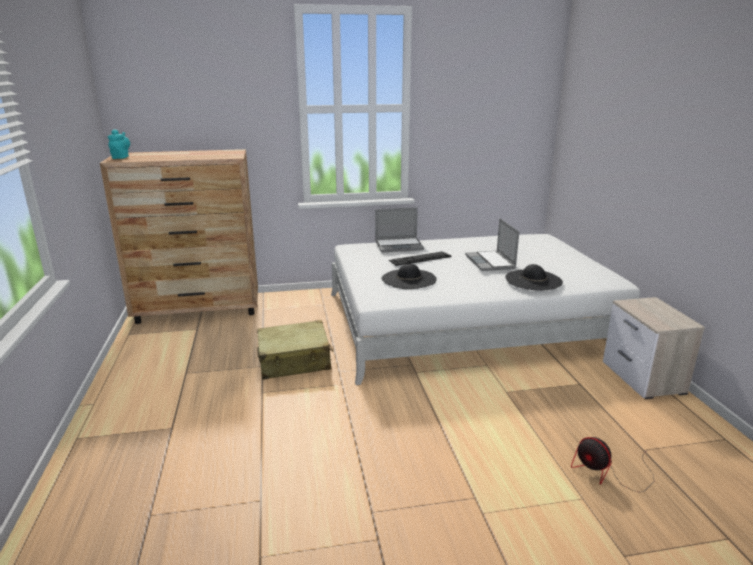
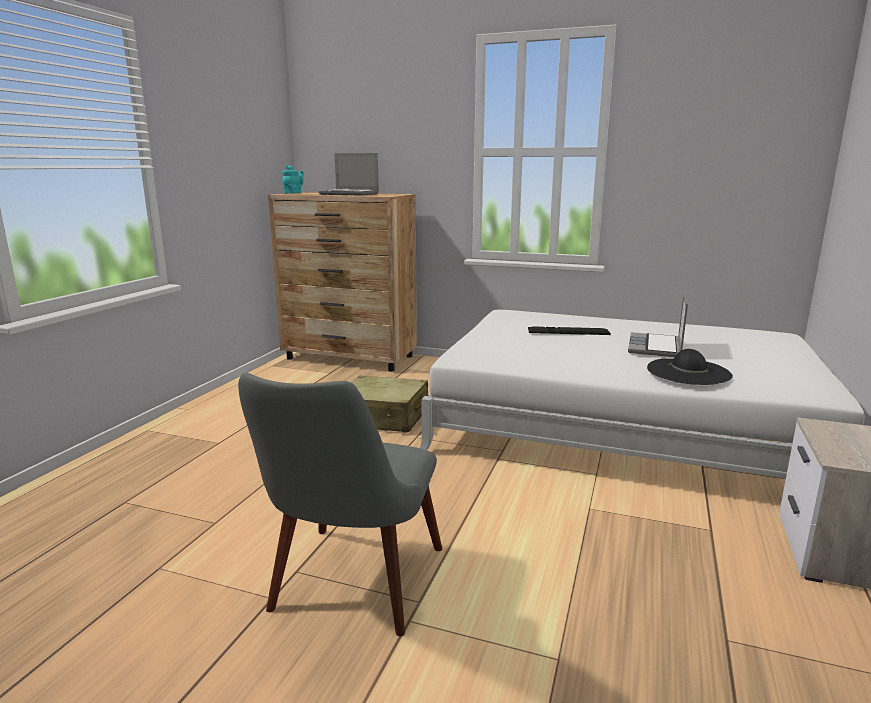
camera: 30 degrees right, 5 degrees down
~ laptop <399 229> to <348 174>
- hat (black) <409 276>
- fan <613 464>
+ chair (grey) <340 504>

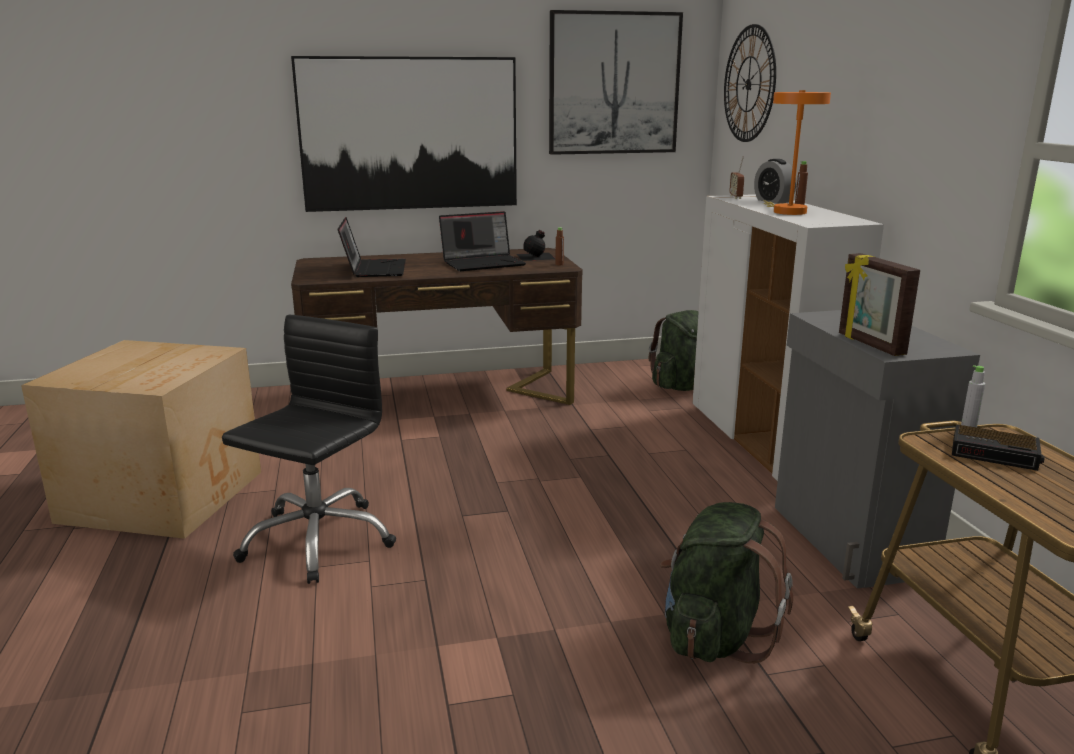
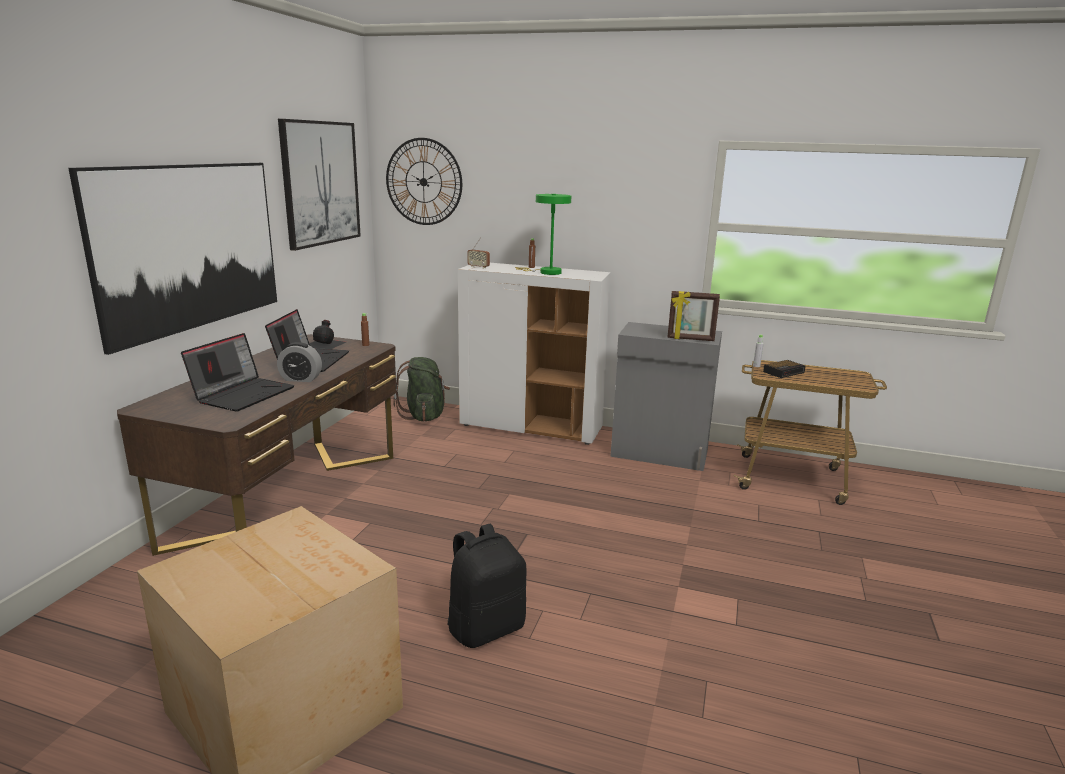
camera: 60 degrees left, 0 degrees up
~ table lamp (orange) <797 152> to table lamp (green) <543 234>
~ alarm clock <775 181> to <299 362>
~ laptop <372 247> = <238 372> 90 degrees clockwise
~ office chair (black) <309 449> to backpack (black) <487 586>
- backpack (green) <726 583>

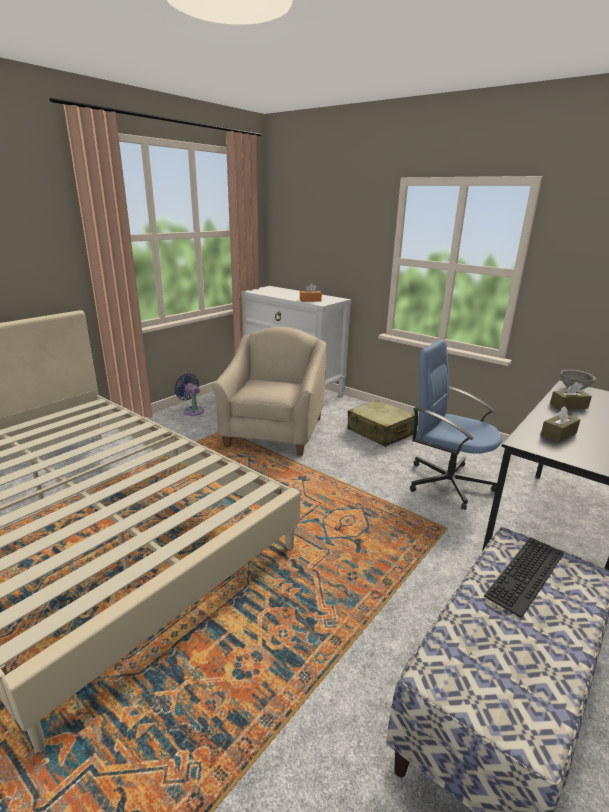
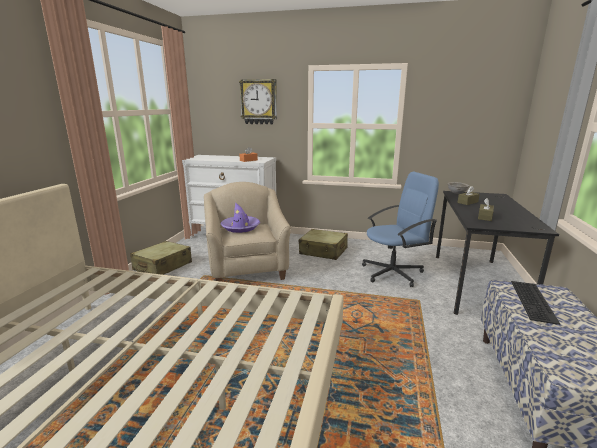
camera: 25 degrees left, 5 degrees down
~ office chair (blue) <456 424> = <400 229> 150 degrees clockwise
~ fan (blue) <189 395> to suitcase (beige) <161 258>
+ wall clock <258 101>
+ hat (purple) <240 217>

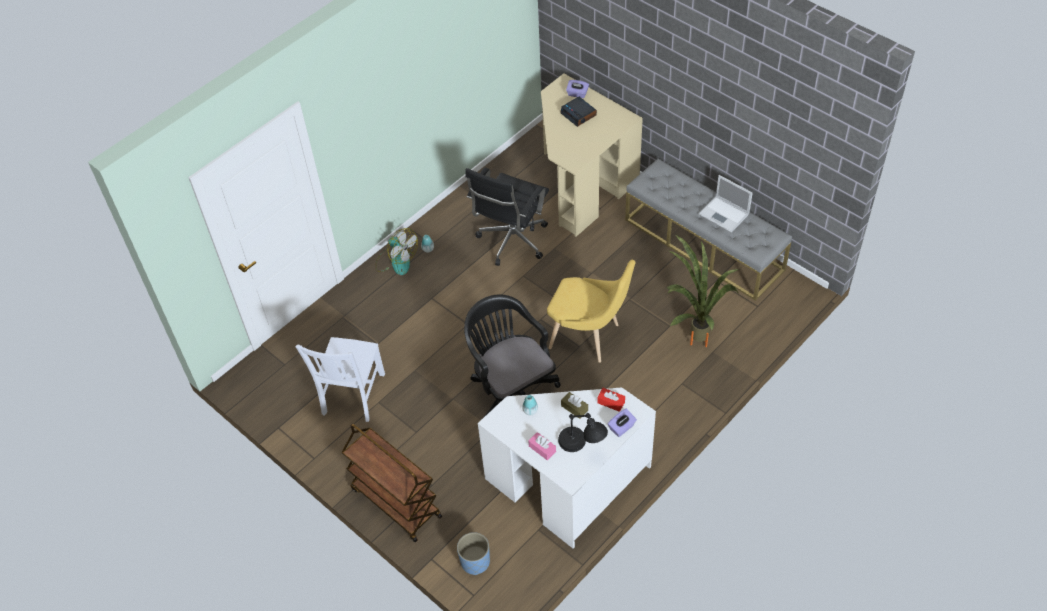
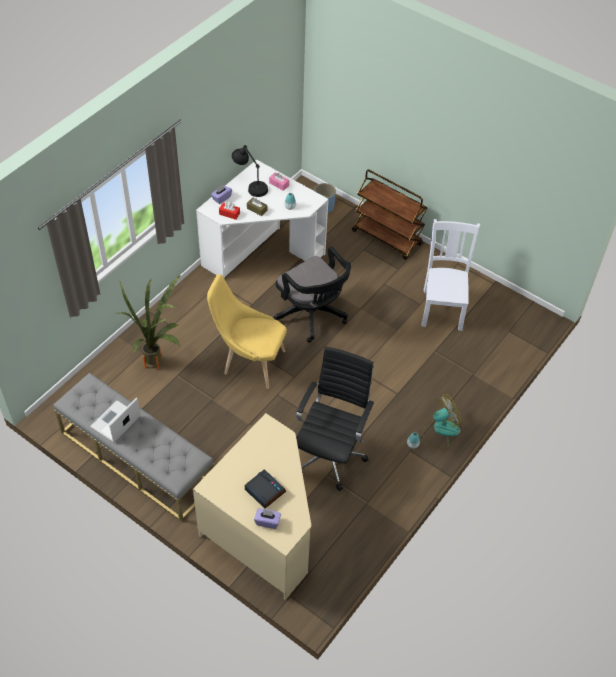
camera: 170 degrees right, 0 degrees up
~ laptop <726 204> = <115 420> 90 degrees counterclockwise
~ fan <396 251> = <442 422> 120 degrees clockwise

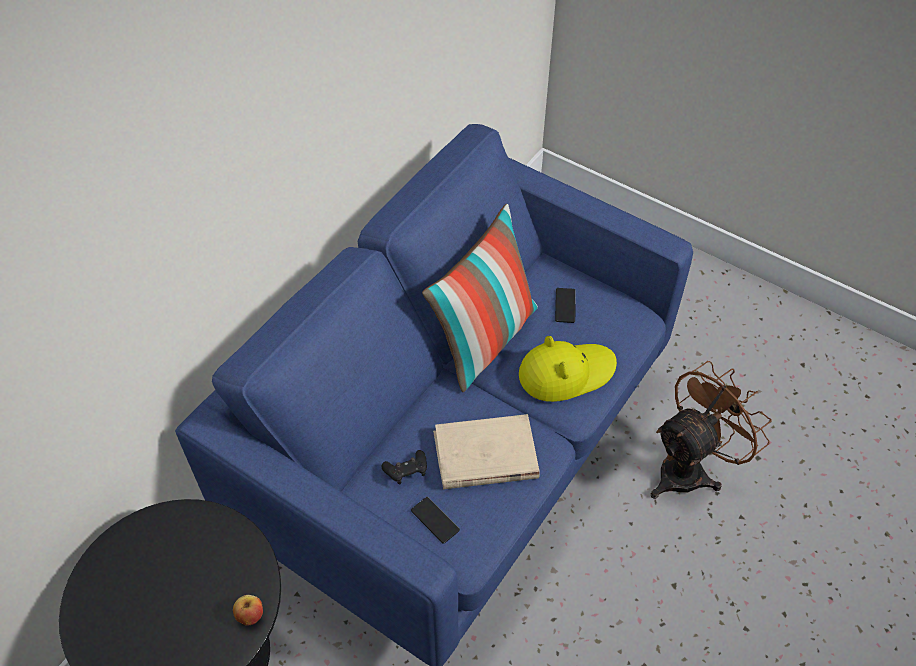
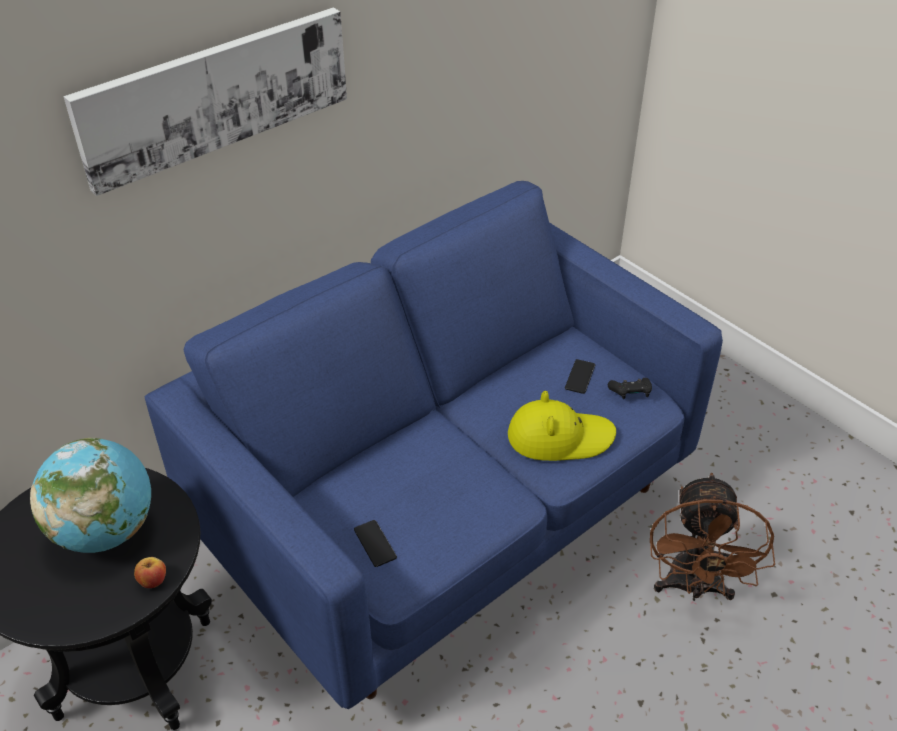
camera: 15 degrees right, 10 degrees down
- pillow <480 298>
~ fan (brown) <711 430> = <712 536> 120 degrees clockwise
- book (beige) <486 451>
~ game controller (black) <404 467> to <630 388>
+ picture <205 102>
+ globe <90 495>

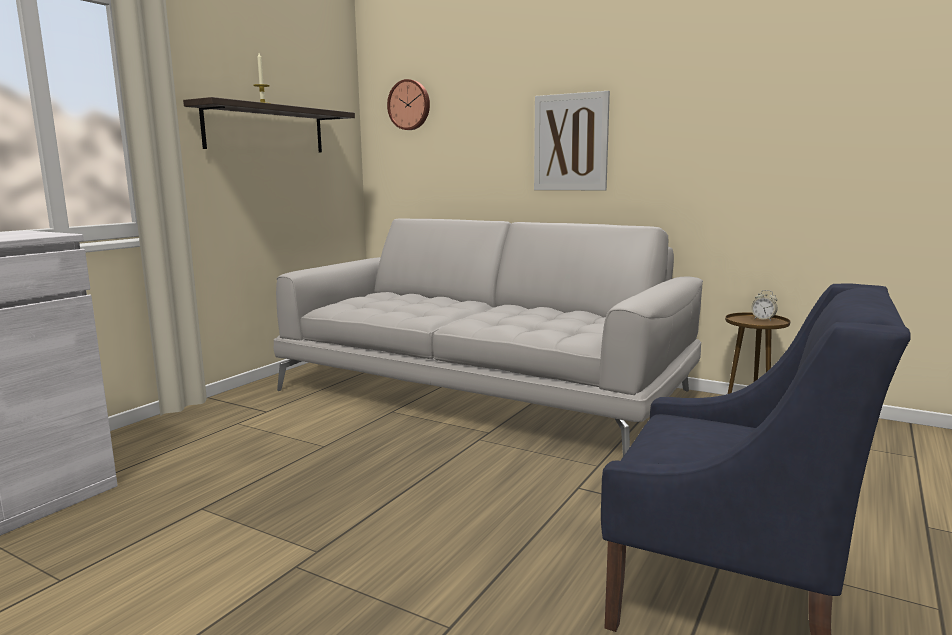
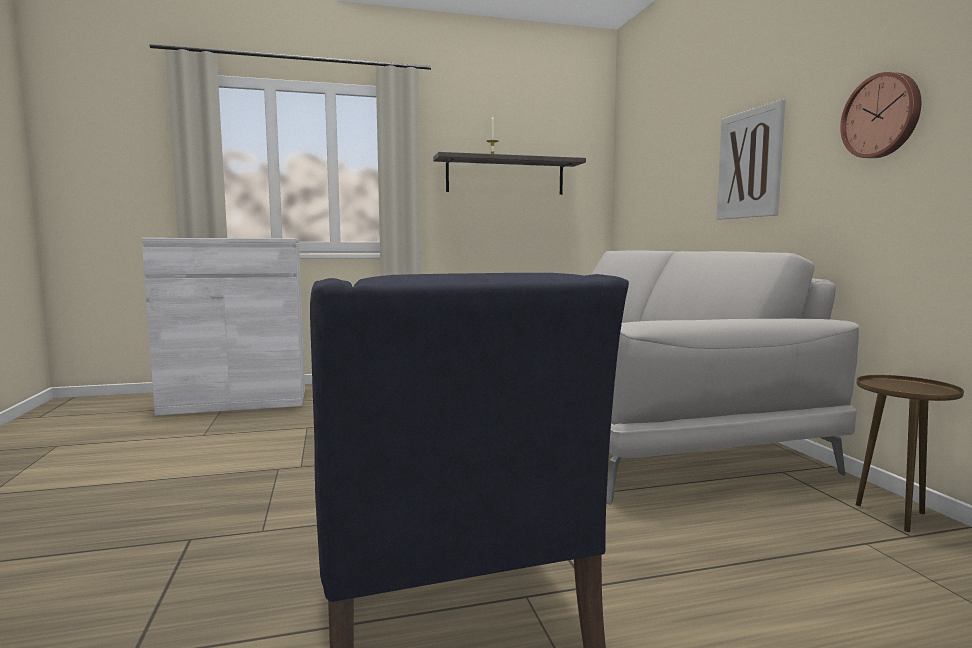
camera: 45 degrees right, 5 degrees down
~ wall clock <408 104> to <880 115>
- alarm clock <764 305>

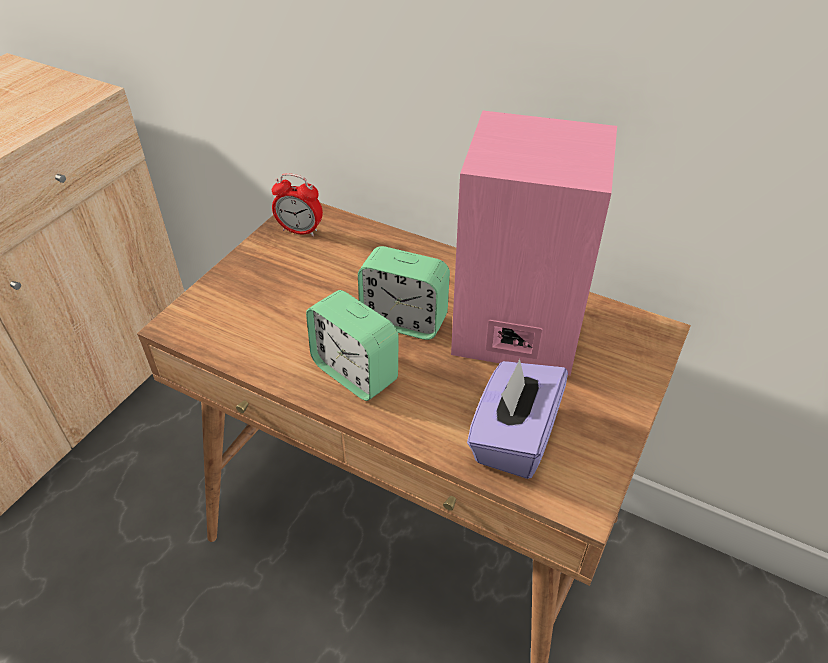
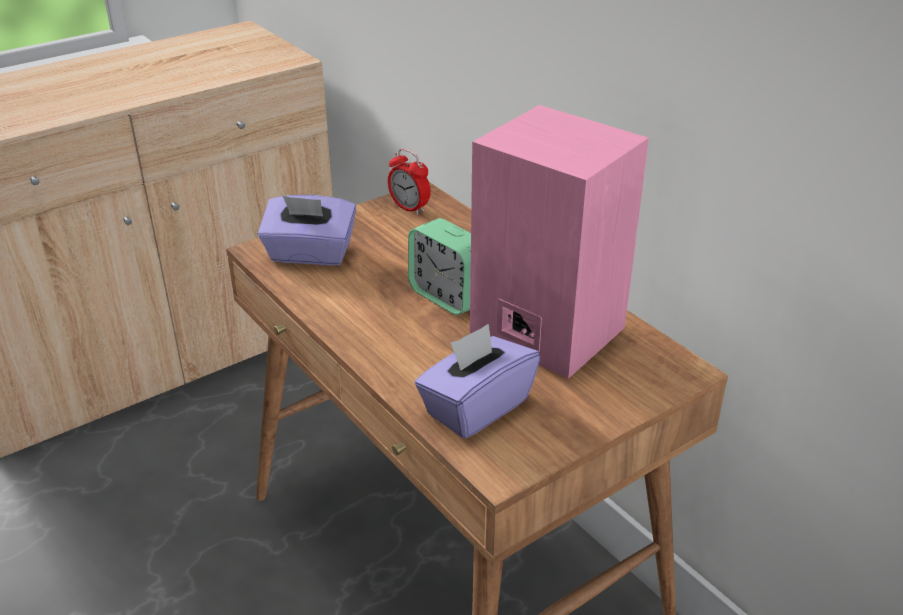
camera: 25 degrees right, 10 degrees down
- alarm clock <352 345>
+ tissue box (purple) <307 230>

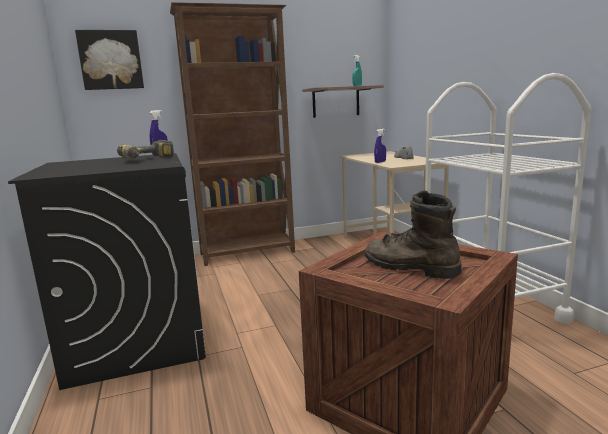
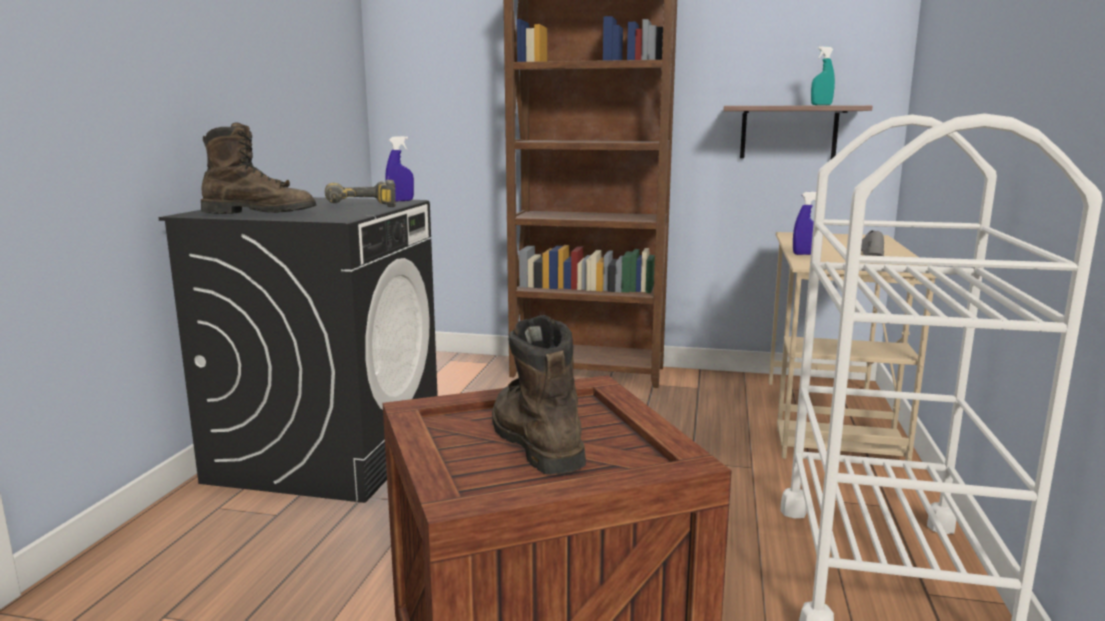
camera: 30 degrees right, 0 degrees up
- picture <109 60>
+ boot (brown) <258 168>

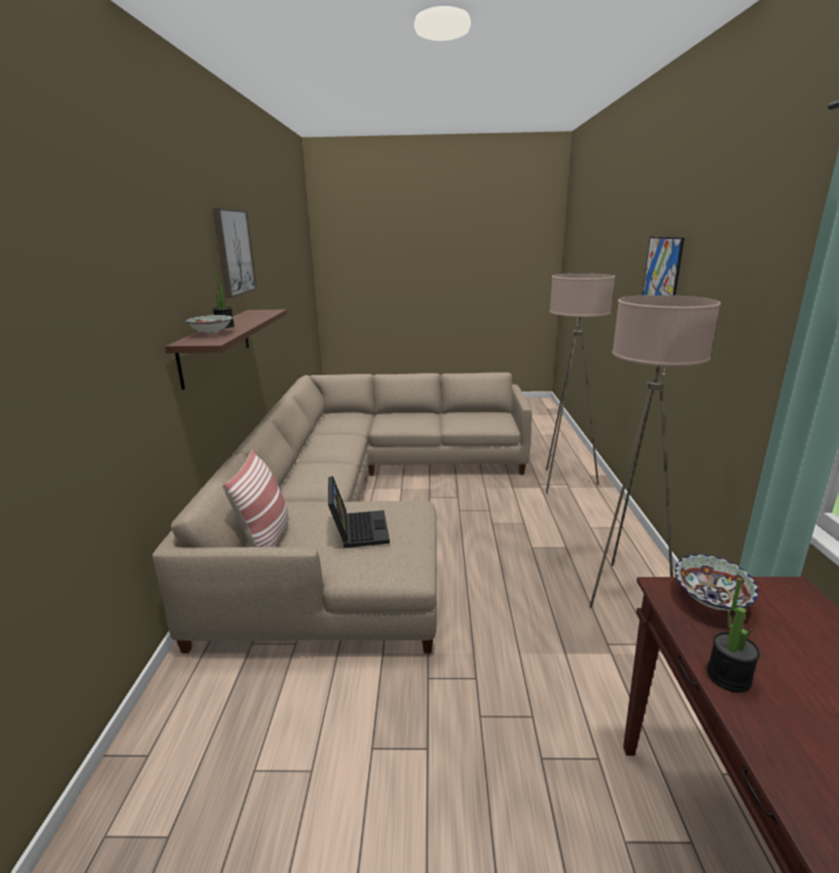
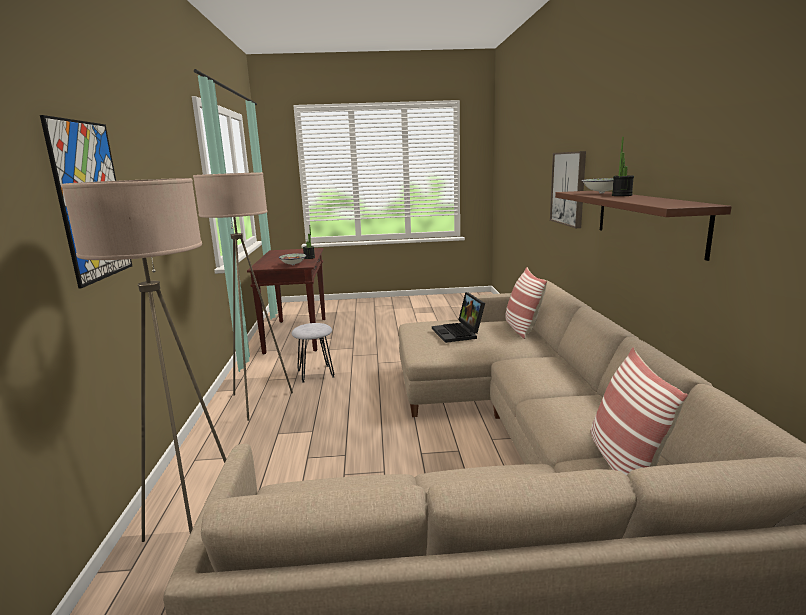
camera: 175 degrees right, 5 degrees down
~ picture <235 253> to <568 189>
+ stool (grey) <313 353>
+ pillow <639 411>

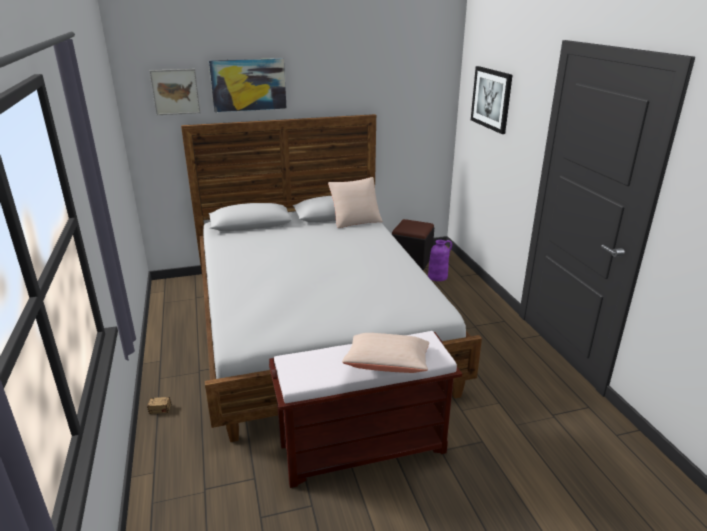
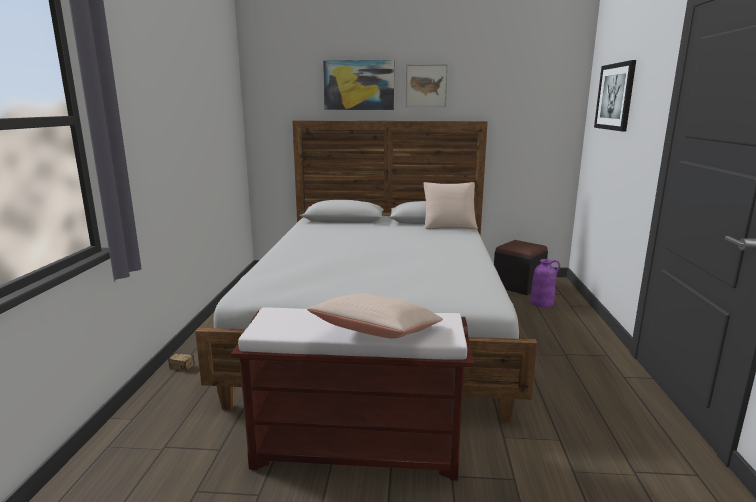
camera: 20 degrees right, 10 degrees down
~ picture <175 92> to <427 85>

